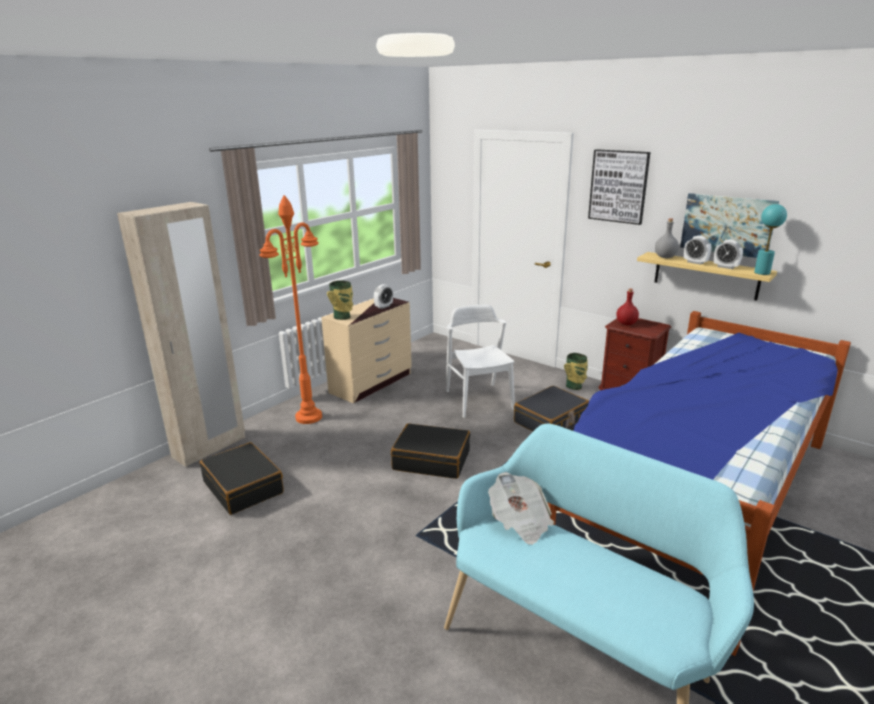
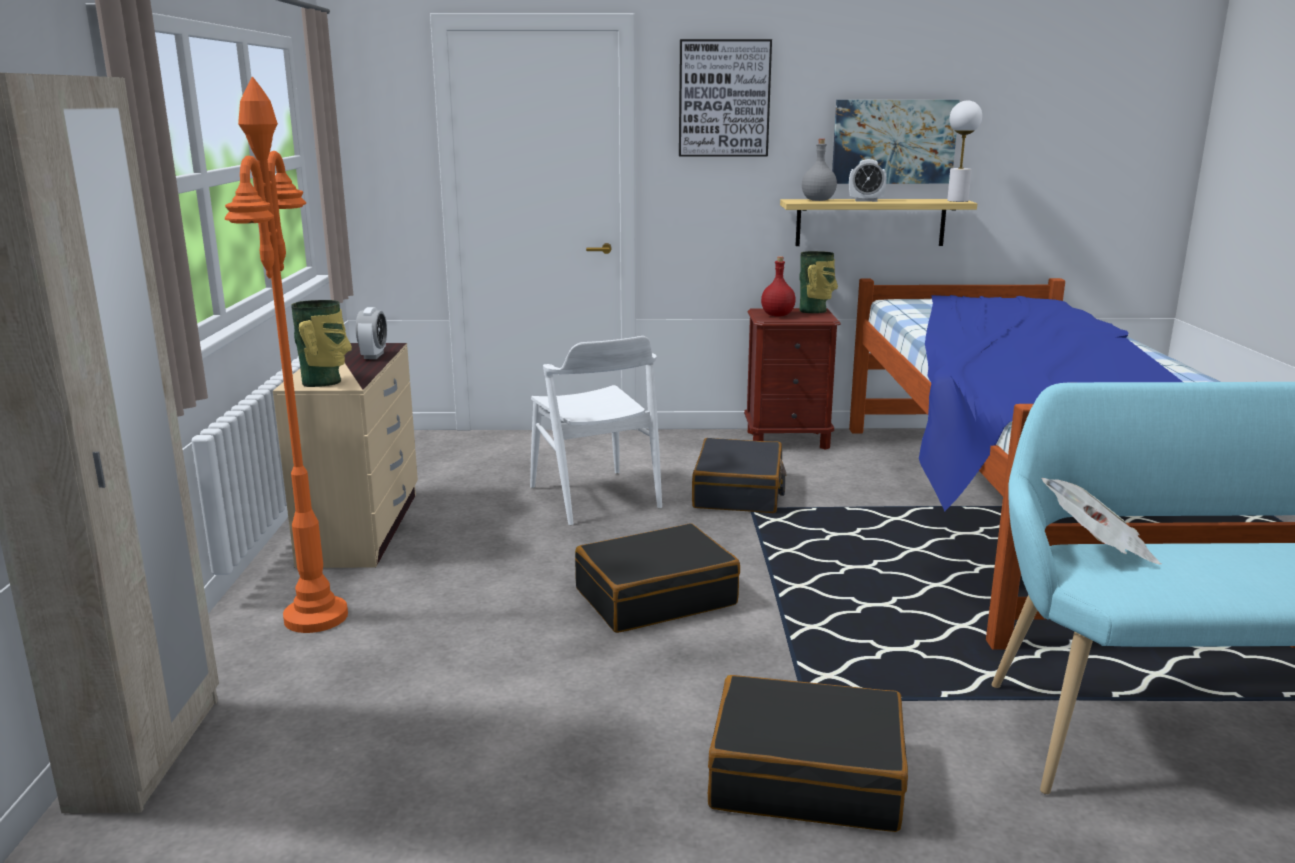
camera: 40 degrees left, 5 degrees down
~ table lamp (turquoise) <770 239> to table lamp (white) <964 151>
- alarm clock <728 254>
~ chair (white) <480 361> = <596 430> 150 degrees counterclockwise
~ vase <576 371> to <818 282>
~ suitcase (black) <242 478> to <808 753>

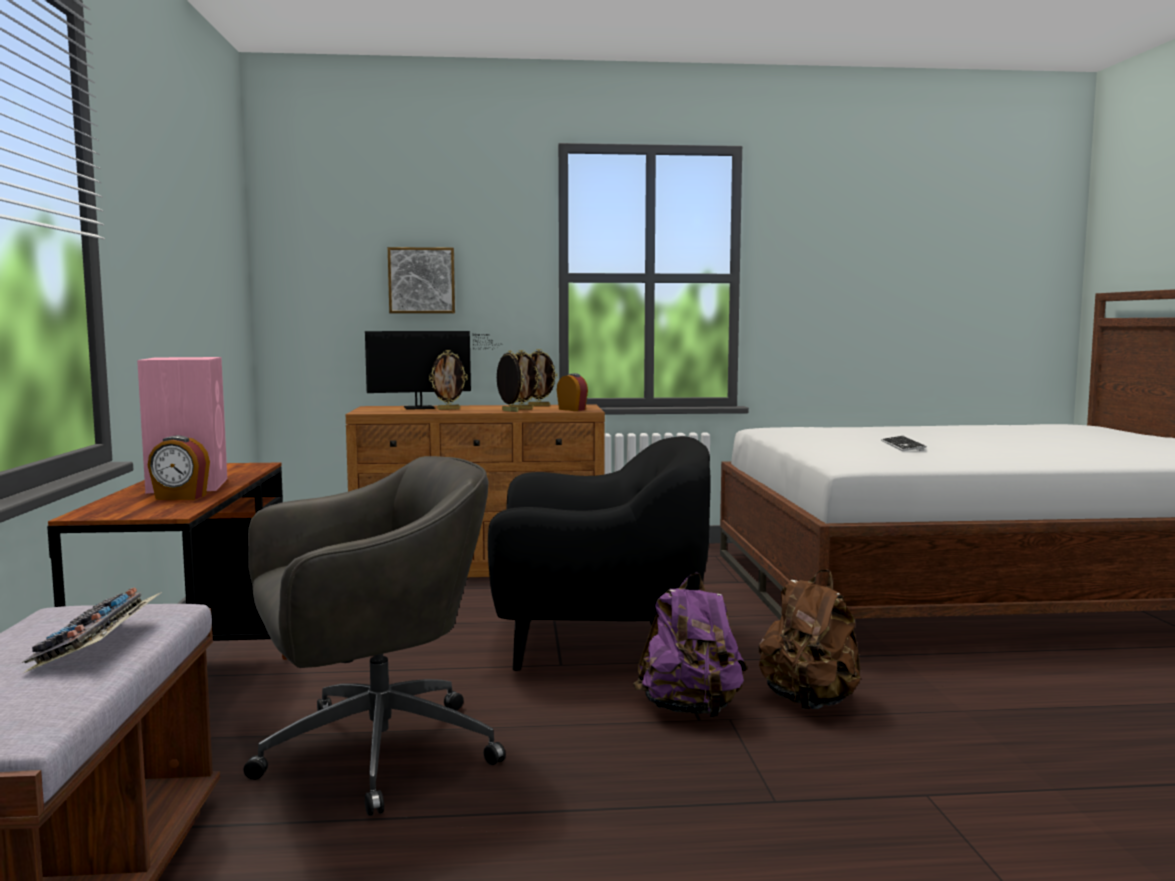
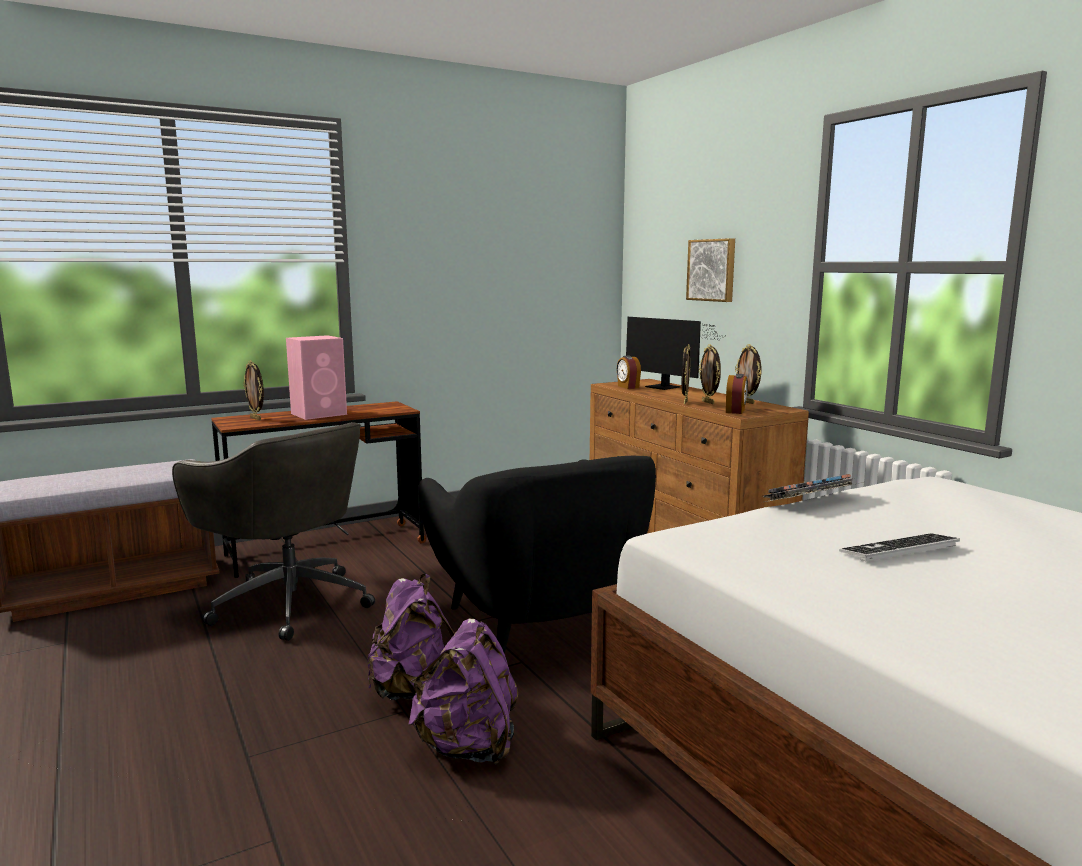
camera: 65 degrees right, 5 degrees up
~ picture frame <448 380> to <253 390>
~ alarm clock <179 467> to <629 372>
~ backpack (brown) <809 639> to backpack (purple) <463 692>
~ keyboard <91 630> to <812 488>

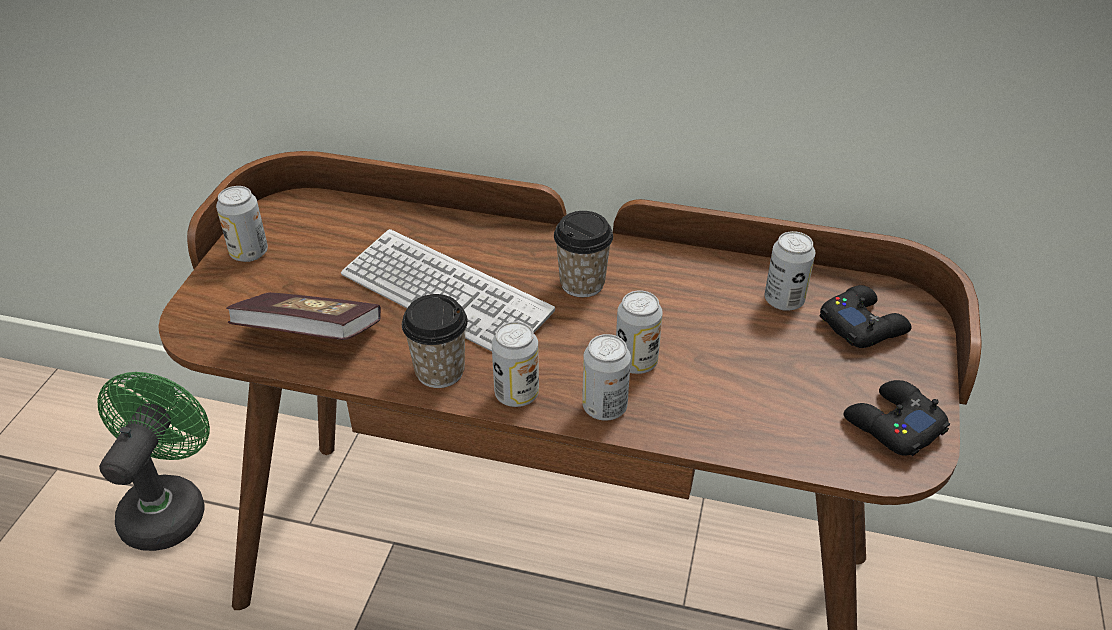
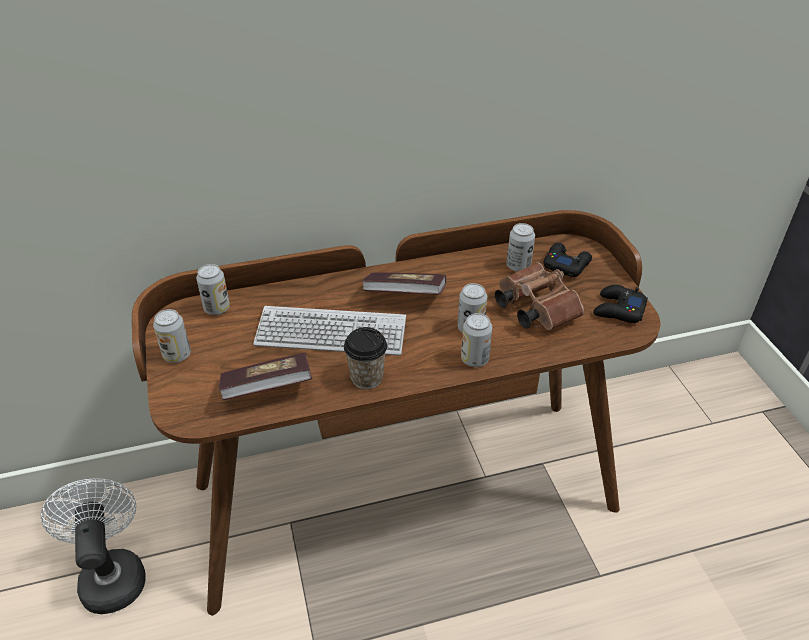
camera: 30 degrees left, 0 degrees up
~ cup <583 254> to book <404 284>
~ can <515 364> to <213 289>
~ fan (green) <153 461> to fan (white) <93 546>
+ binoculars (brown) <539 296>

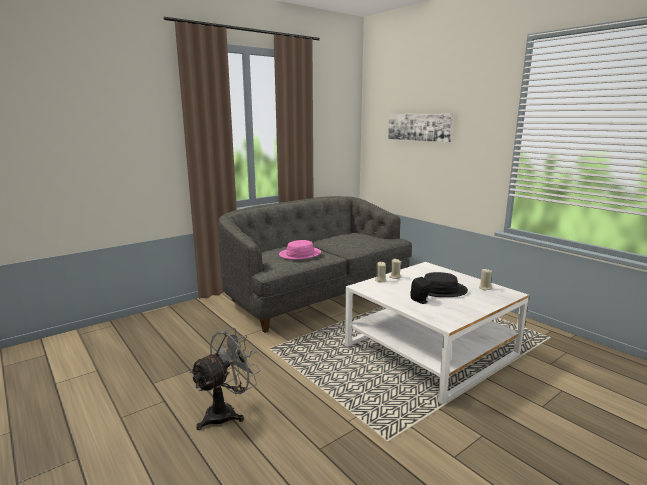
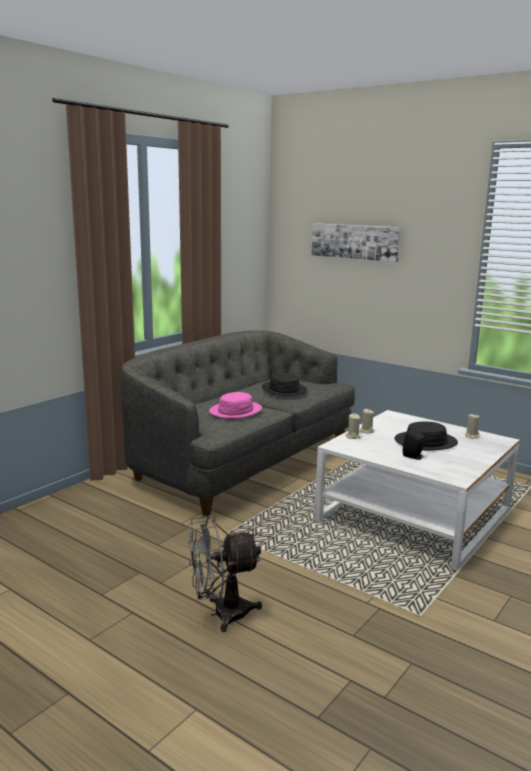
camera: 15 degrees left, 0 degrees up
~ fan (grey) <225 379> = <224 574> 135 degrees counterclockwise
+ hat (black) <284 384>

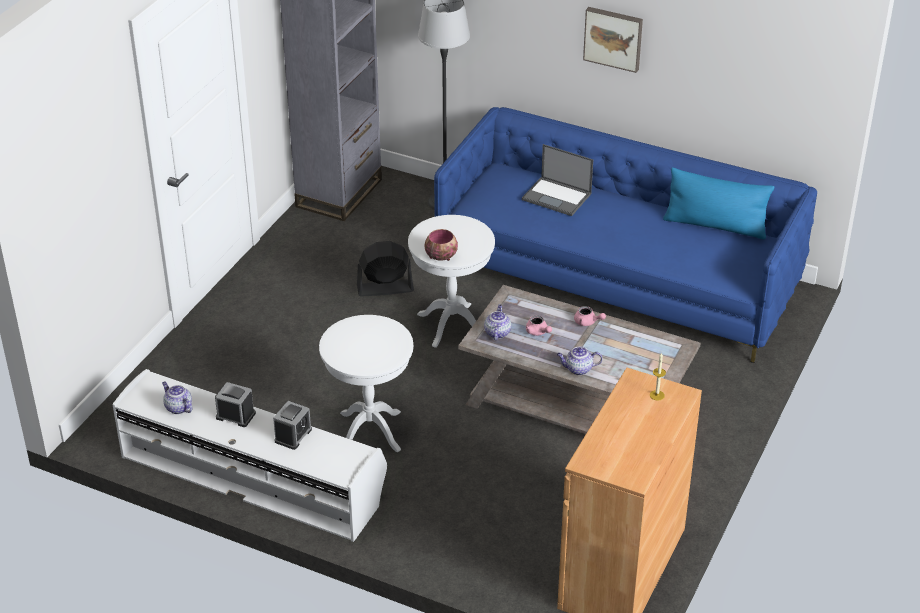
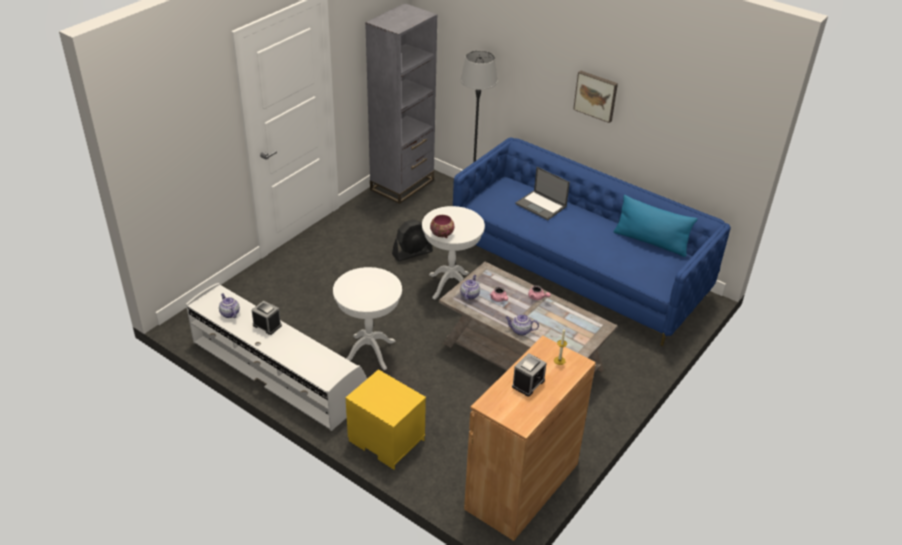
camera: 10 degrees right, 0 degrees up
~ fan (black) <385 269> = <412 240> 150 degrees clockwise
~ alarm clock <292 425> to <529 374>
+ nightstand (yellow) <386 419>

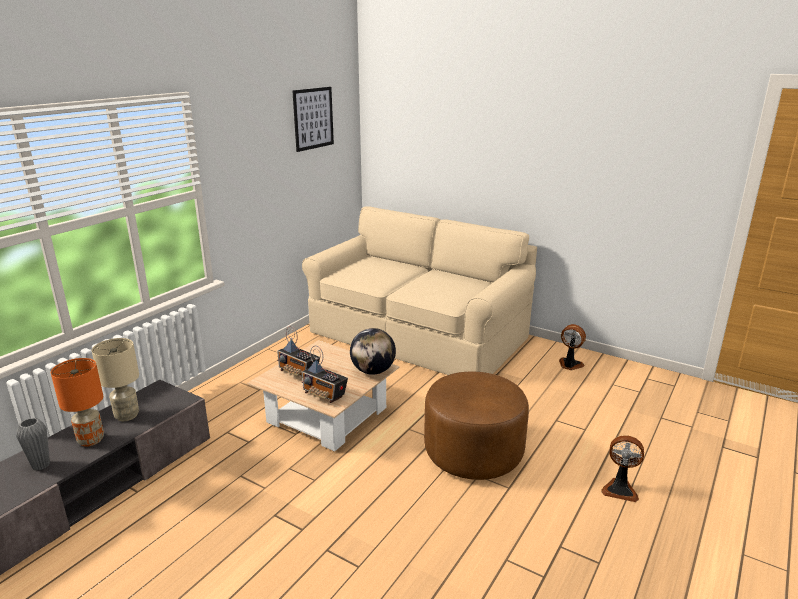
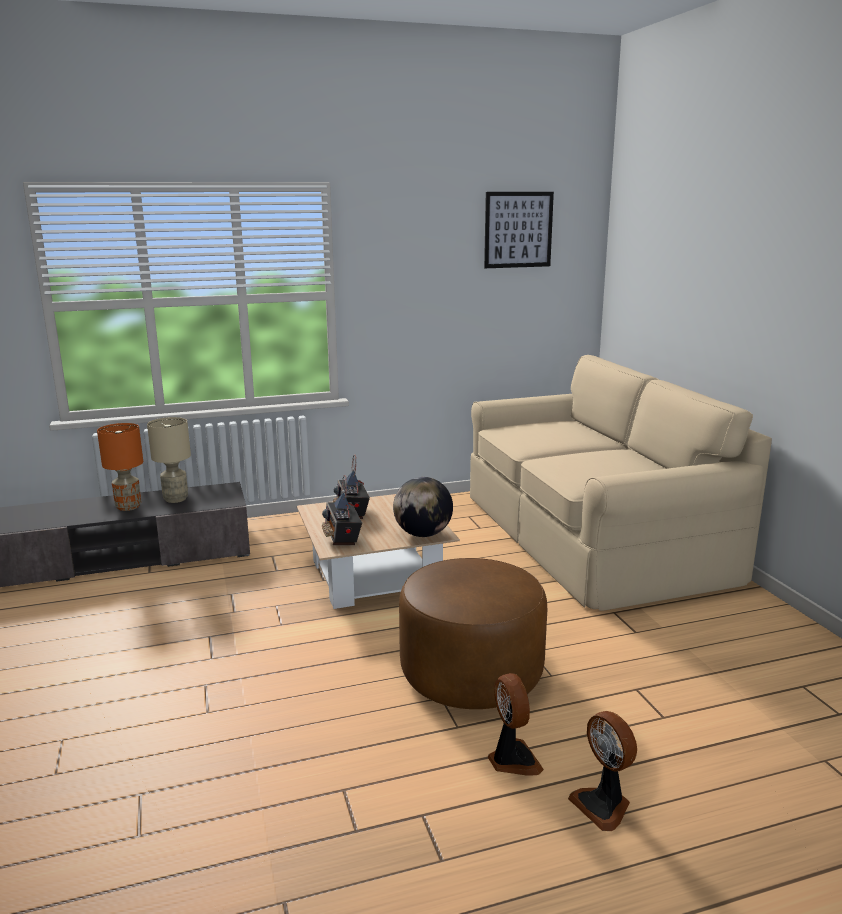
camera: 40 degrees right, 5 degrees down
~ fan <572 347> to <516 724>
- vase (grey) <33 444>

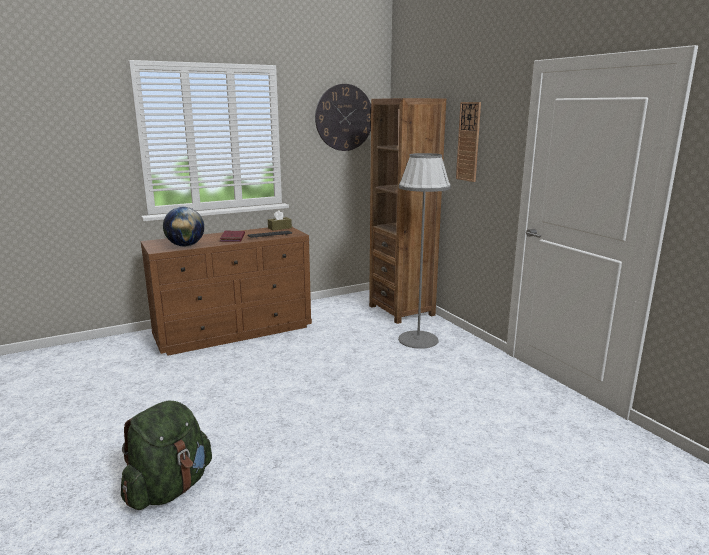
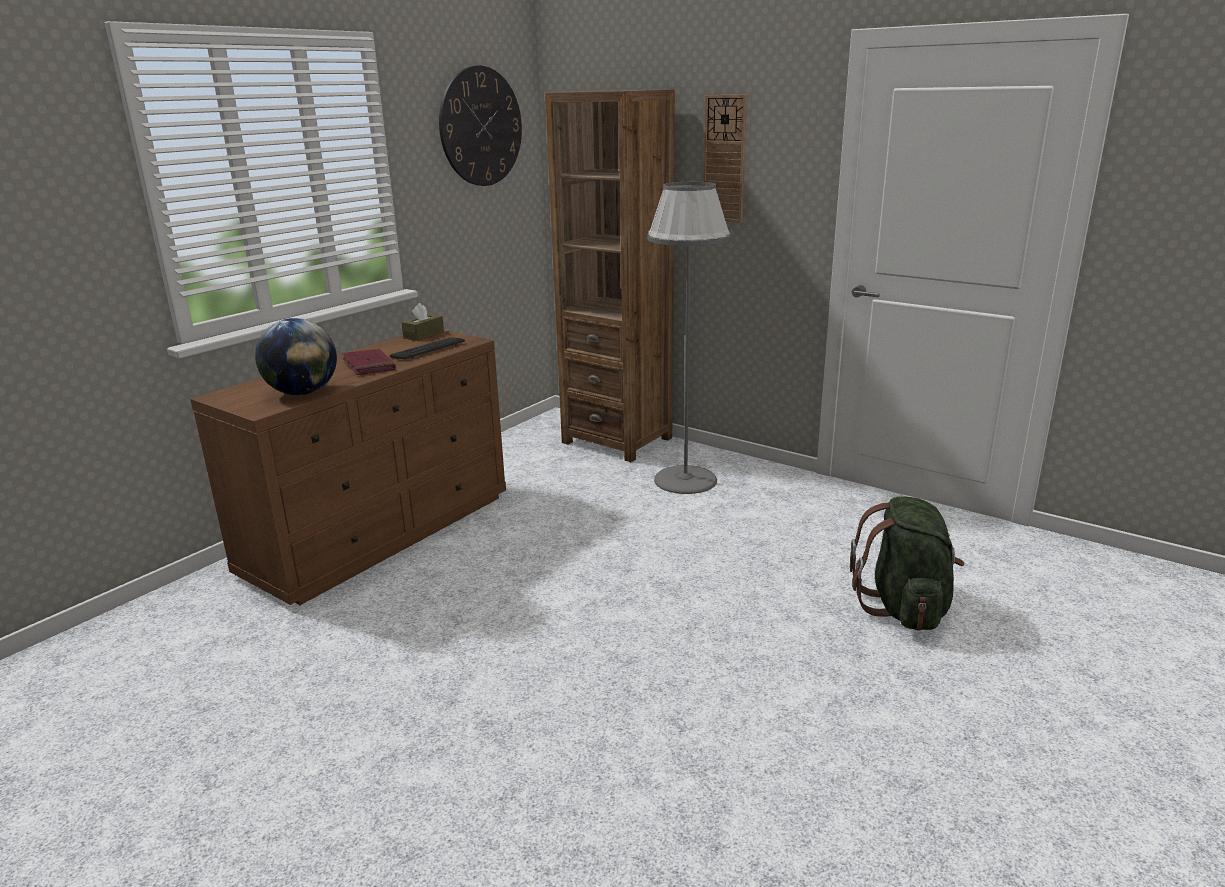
camera: 25 degrees left, 5 degrees up
~ backpack (green) <166 455> to <907 563>

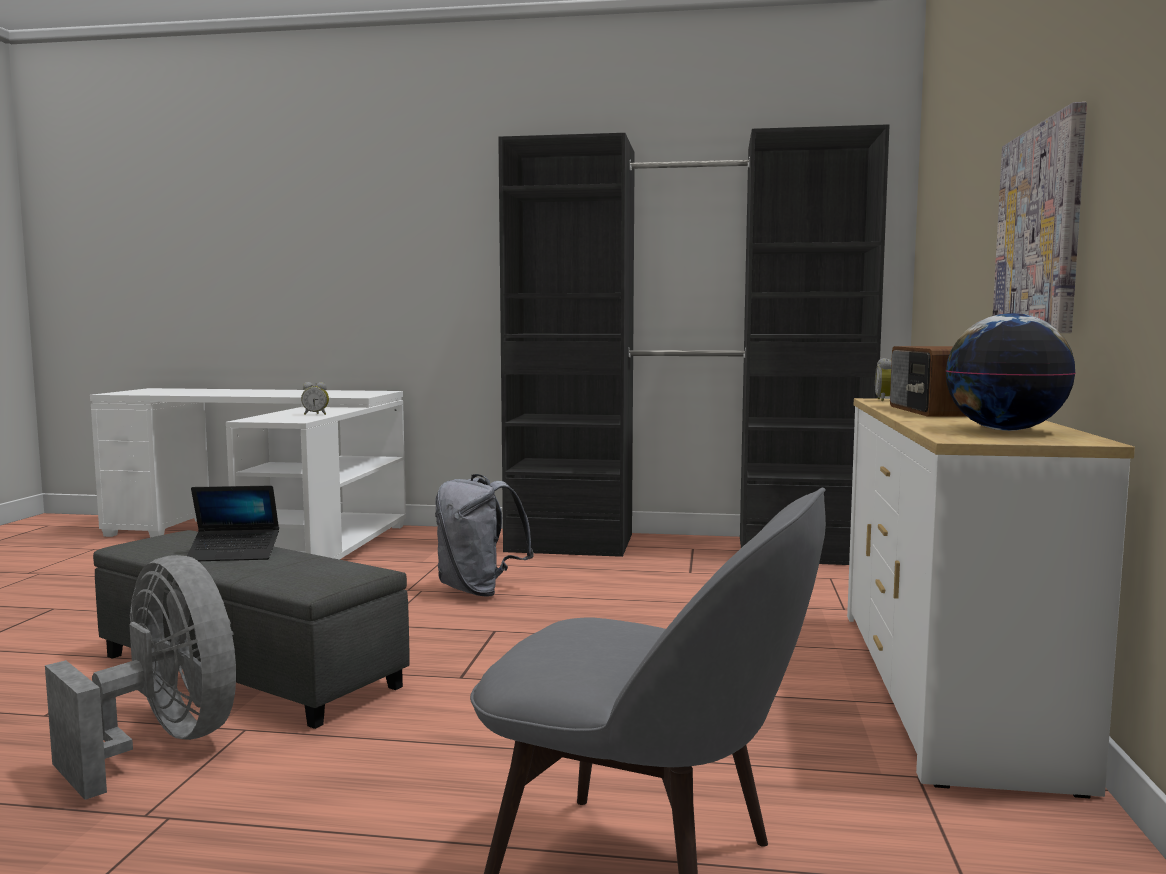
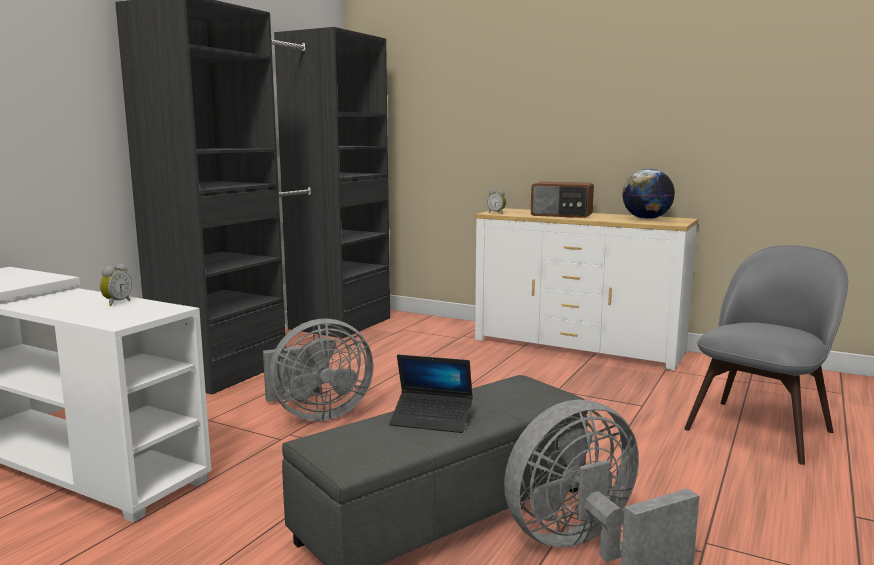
camera: 70 degrees left, 5 degrees up
- picture <1040 217>
~ backpack (grey) <484 535> to fan (grey) <318 370>
~ laptop <233 523> = <431 394> 90 degrees clockwise

